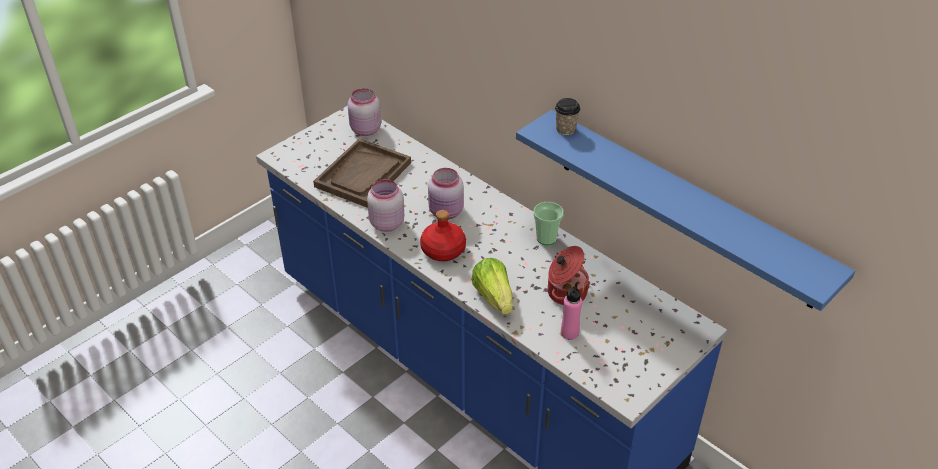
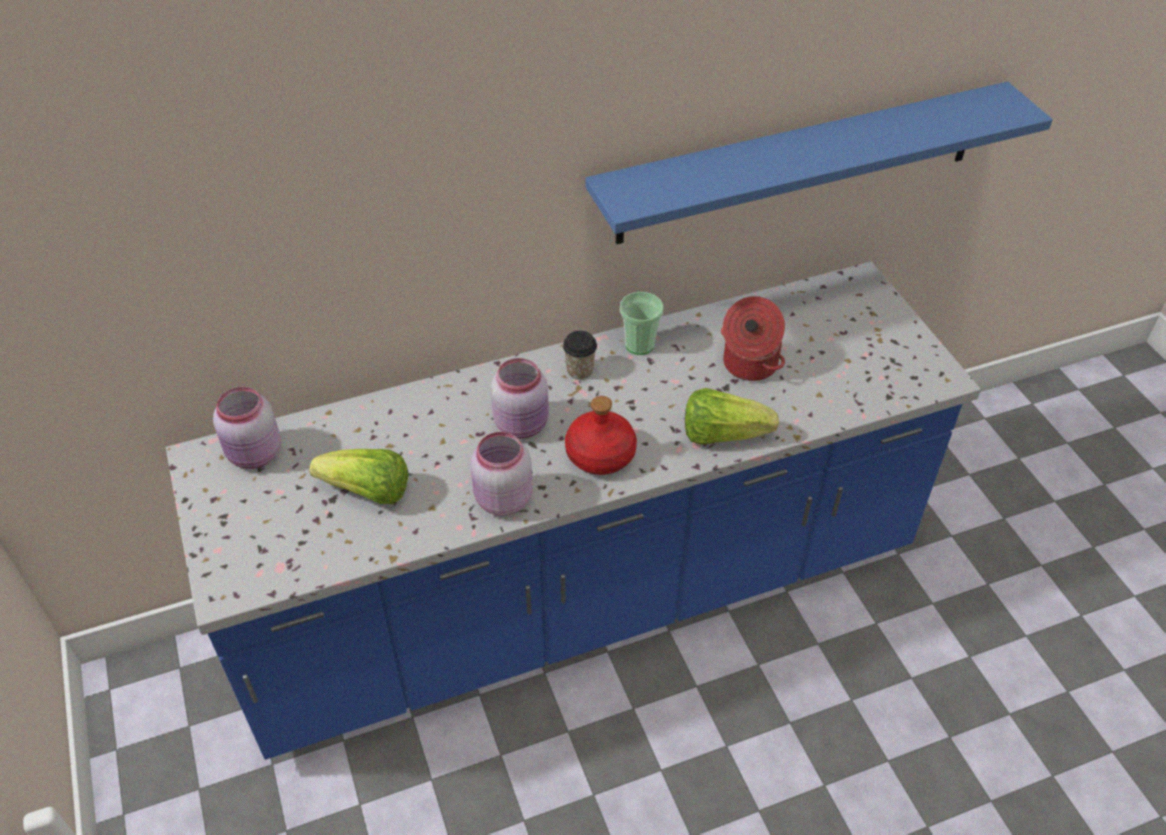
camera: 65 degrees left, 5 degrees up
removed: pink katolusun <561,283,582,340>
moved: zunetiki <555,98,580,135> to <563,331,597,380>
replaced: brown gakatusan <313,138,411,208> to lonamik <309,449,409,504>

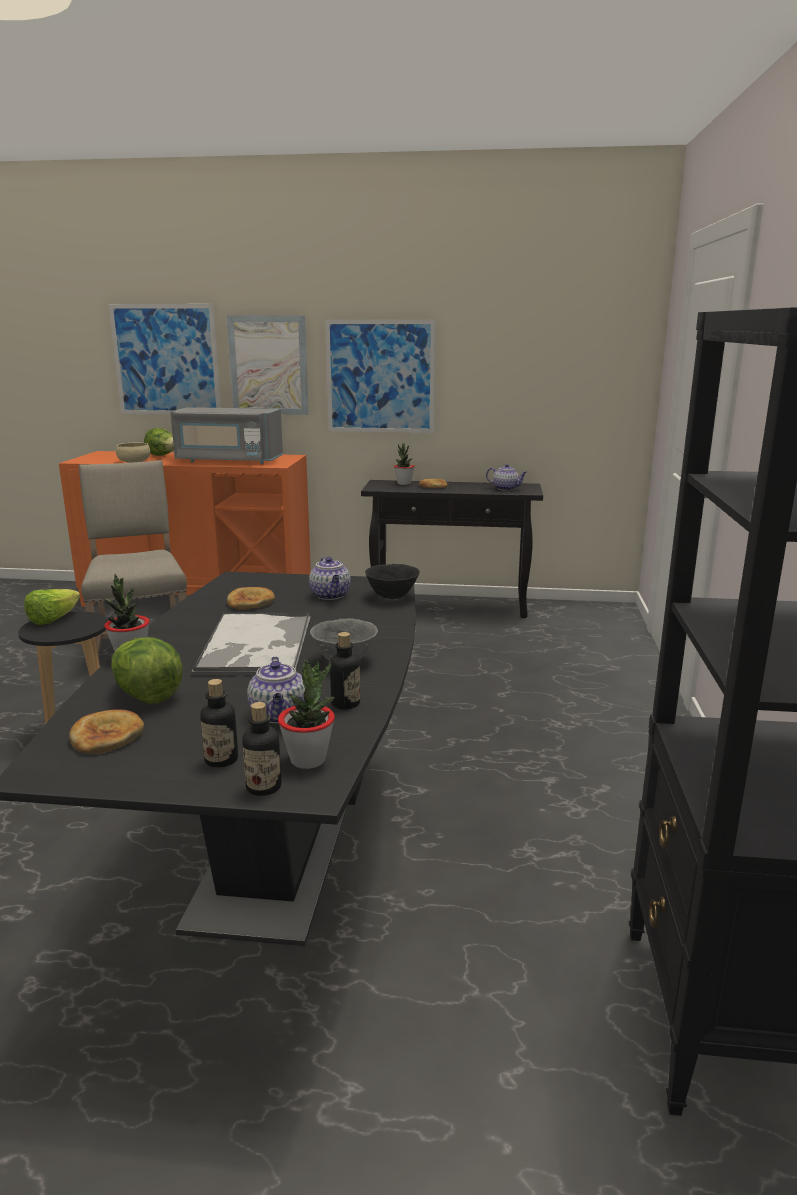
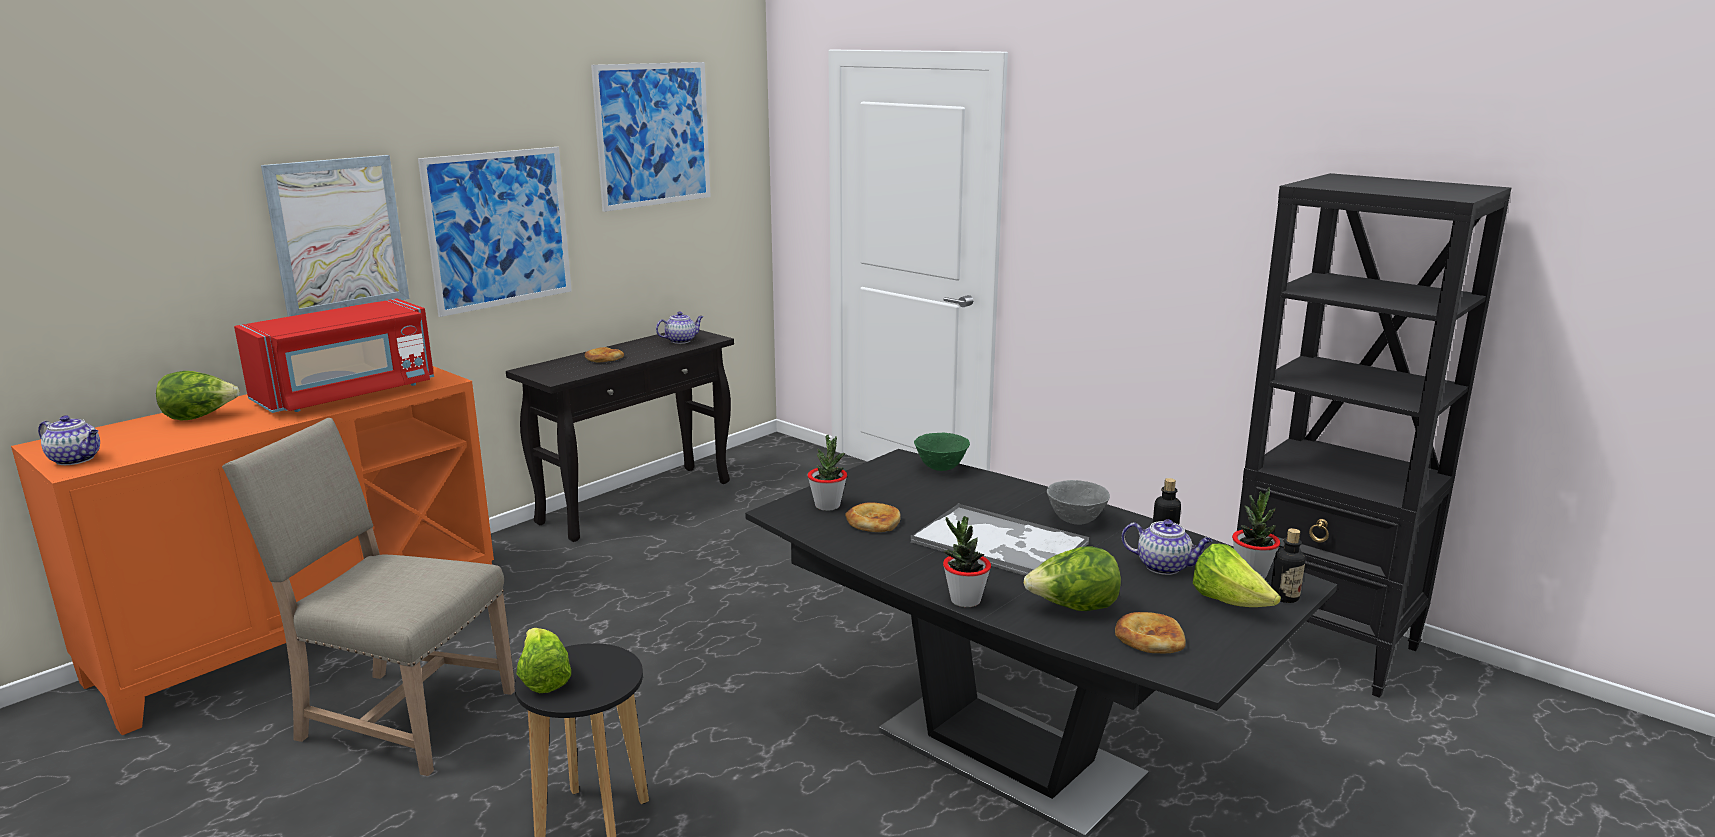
camera: 55 degrees left, 0 degrees up
removed: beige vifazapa <116,443,151,463>
moved: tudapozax <309,557,351,600> to <38,415,100,465>; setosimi <109,304,221,415> to <591,62,711,212>; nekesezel <394,443,415,485> to <808,435,847,511>
replaced: katolusun <200,679,238,768> to lonamik <1193,544,1281,607>
recoloured: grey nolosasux <170,407,283,464> to red nolosasux <234,299,434,413>; black vifazapa <365,564,420,599> to green vifazapa <914,433,970,471>

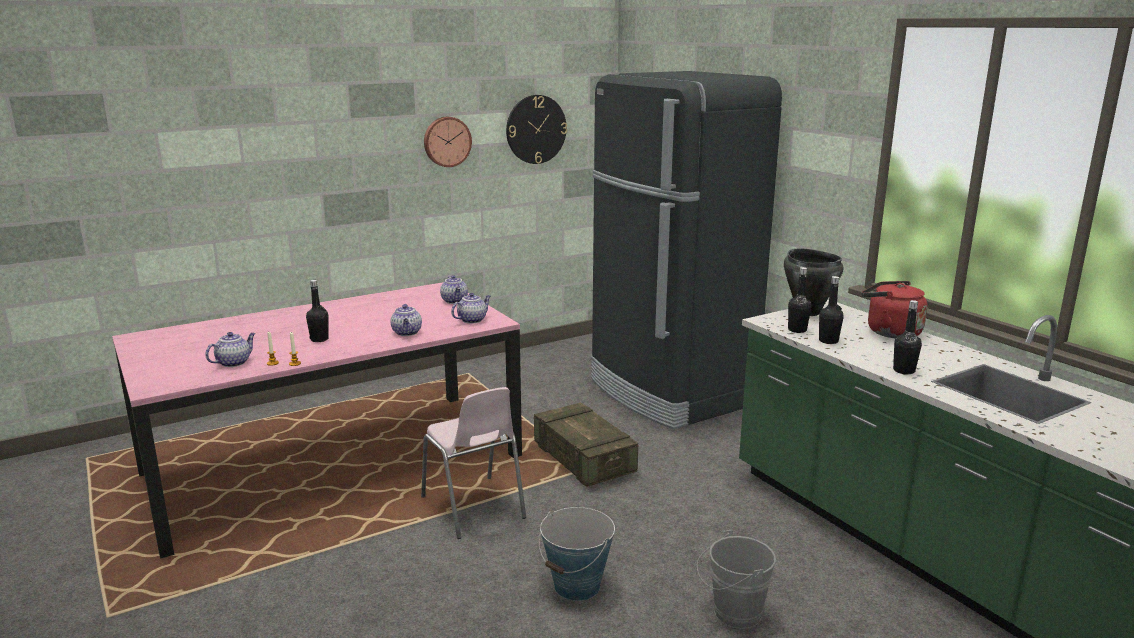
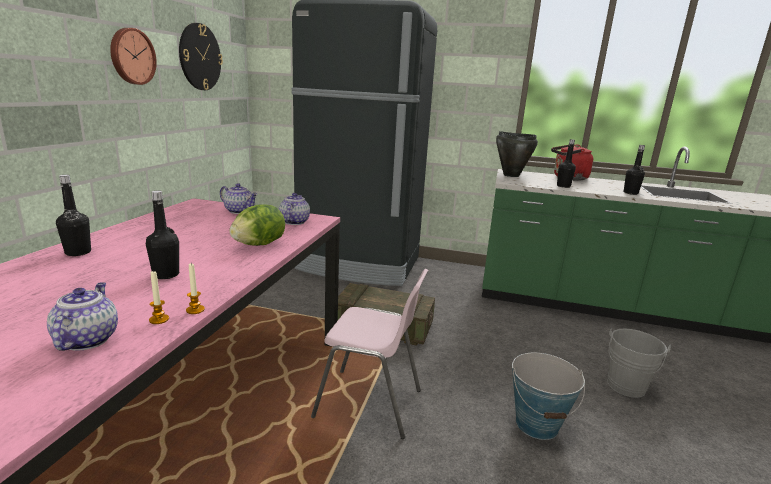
camera: 45 degrees left, 0 degrees up
moved: black katolusun <788,267,811,333> to <56,175,91,256>
replaced: tudapozax <390,304,422,336> to lonamik <229,205,285,246>

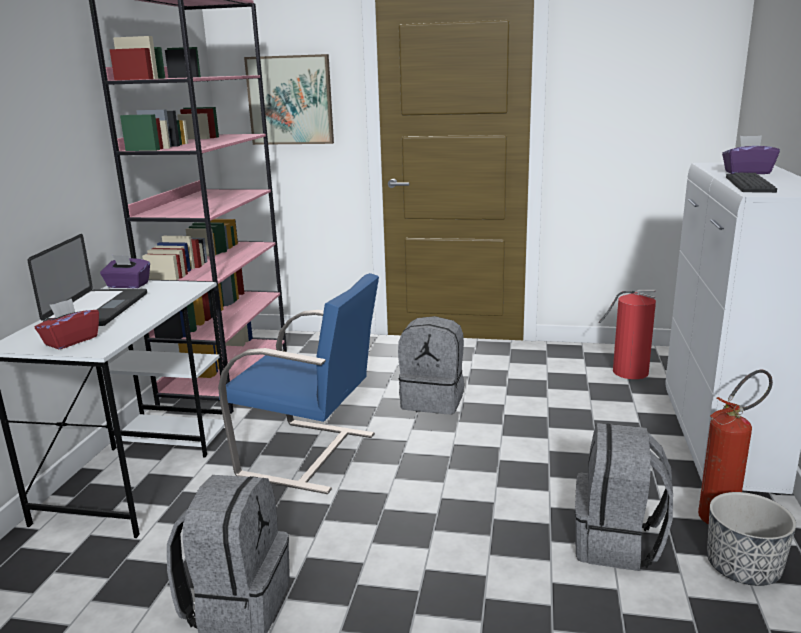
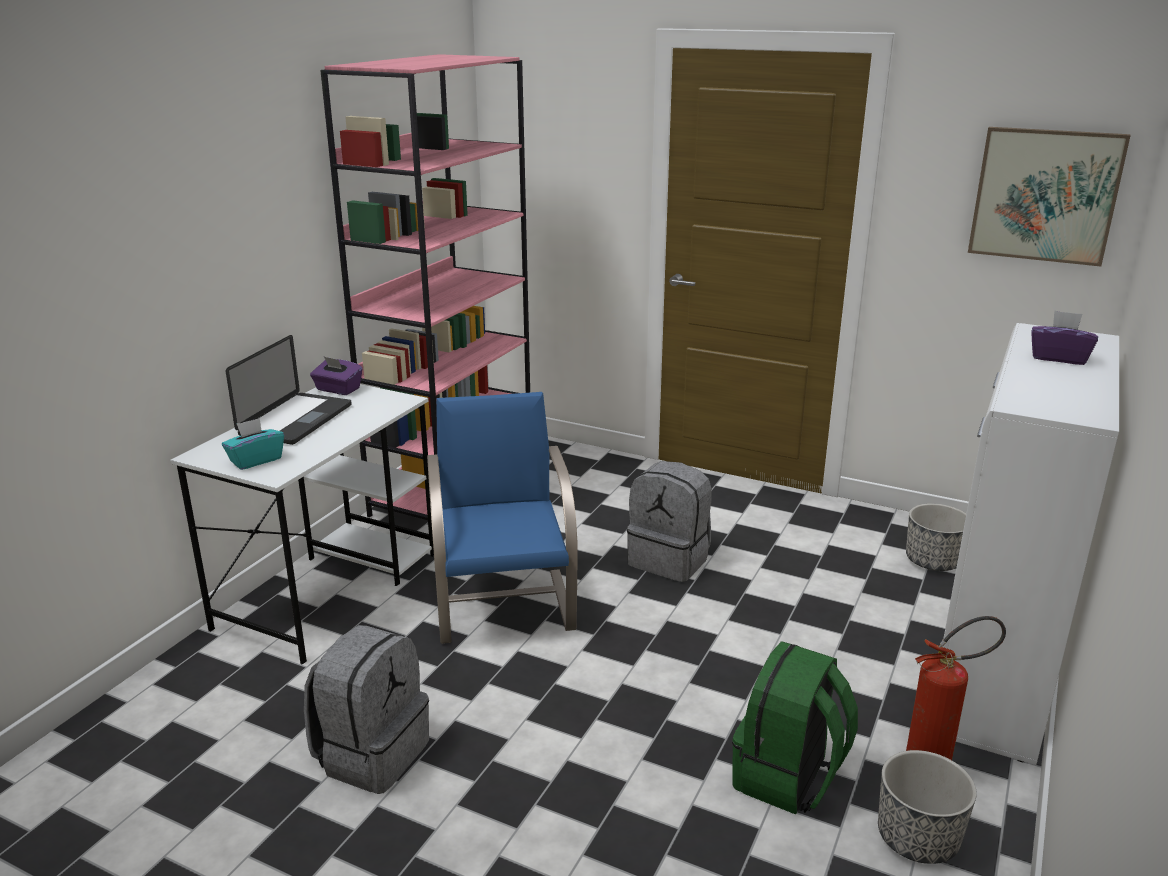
camera: 15 degrees right, 5 degrees up
removed: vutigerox <726,173,777,193>
moved: setosimi <244,54,334,145> to <968,127,1131,267>
replaced: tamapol <599,290,656,379> to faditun <906,503,966,571>
recoloured: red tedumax <35,298,99,350> to turquoise tedumax <222,418,284,470>; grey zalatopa <575,423,673,571> to green zalatopa <732,641,858,815>
turned: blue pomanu <218,273,379,494> = <427,392,577,644> 135 degrees counterclockwise

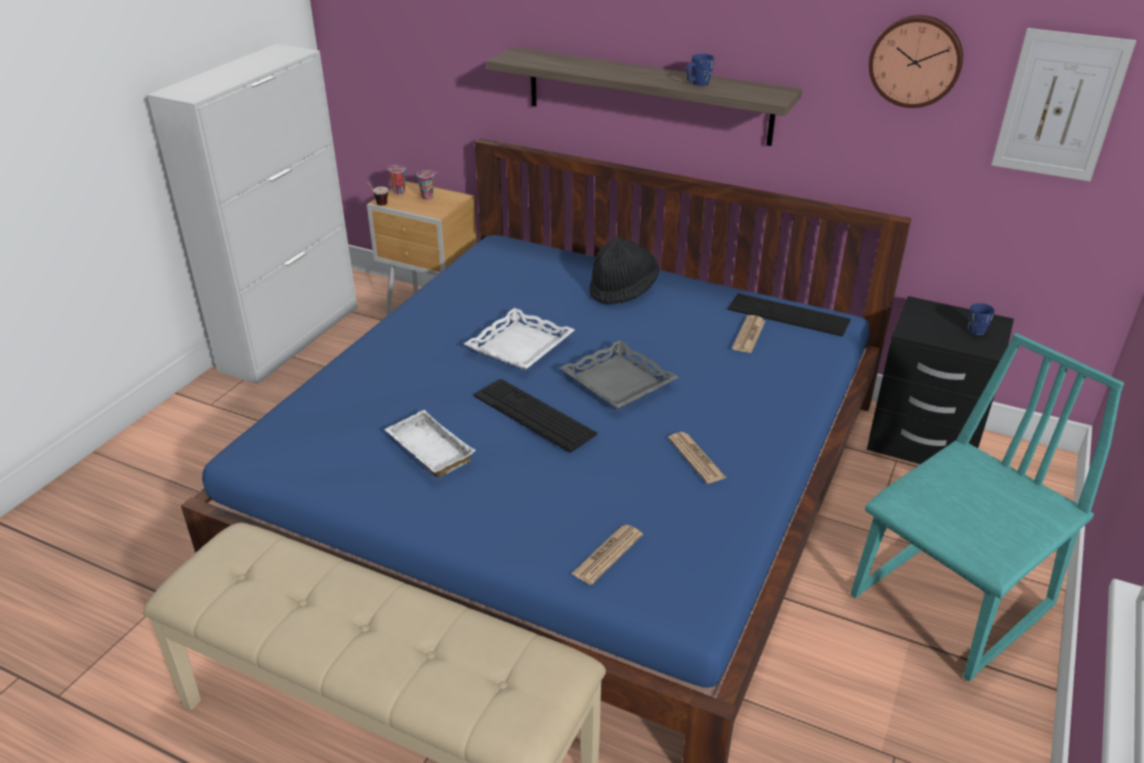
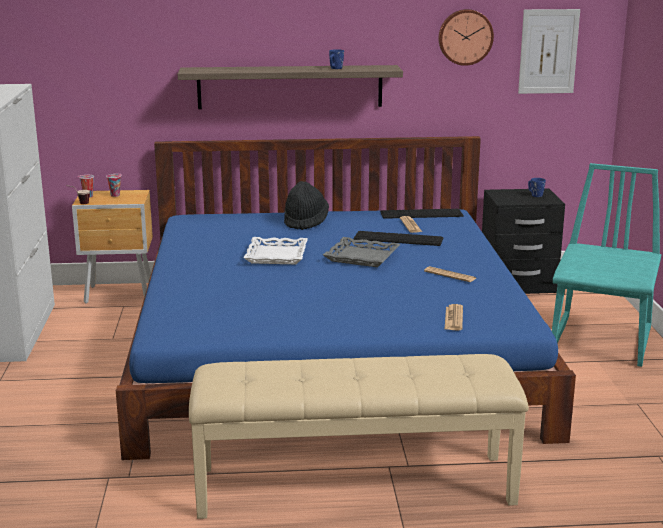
camera: 30 degrees left, 15 degrees down
removed: white gakatusan <384,410,476,477>
moved: vutigerox <474,379,597,453> to <353,231,443,246>

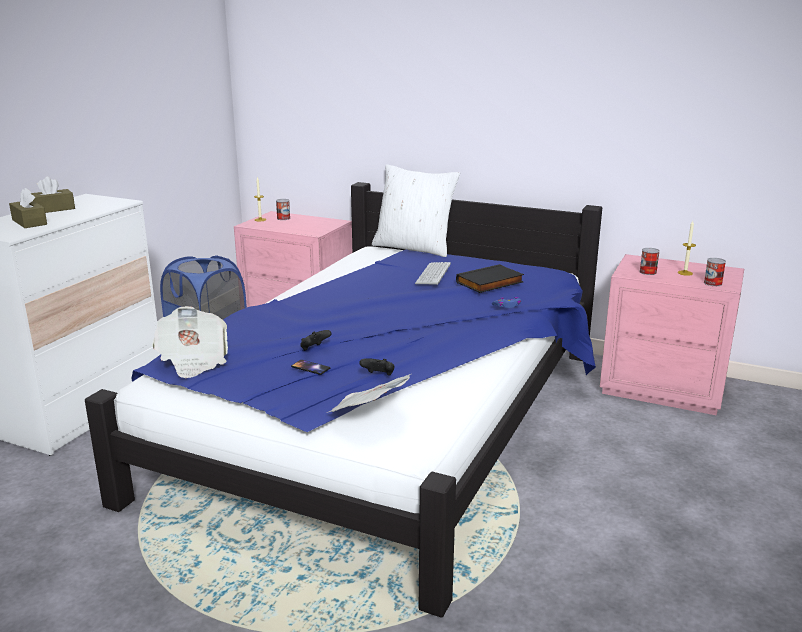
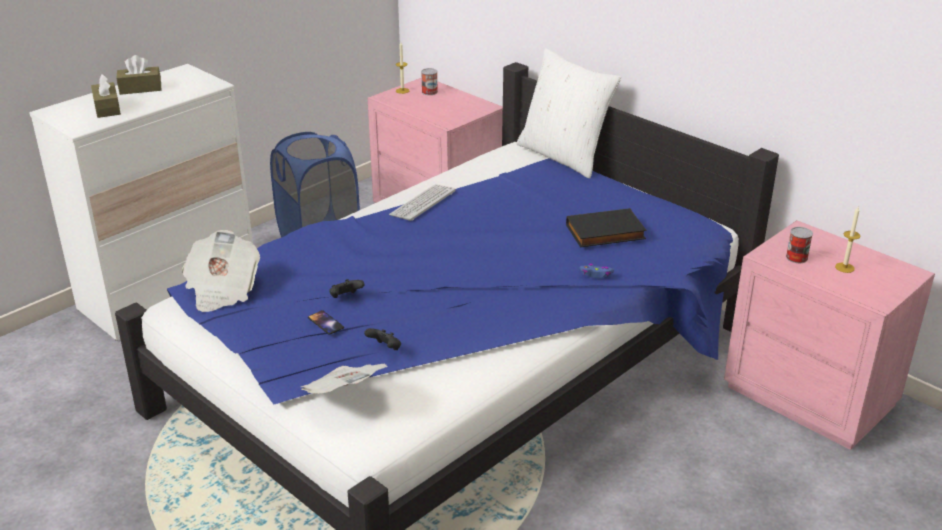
camera: 20 degrees right, 10 degrees up
removed: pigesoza <704,258,726,286>
moved: vutigerox <415,262,451,285> to <389,184,456,221>

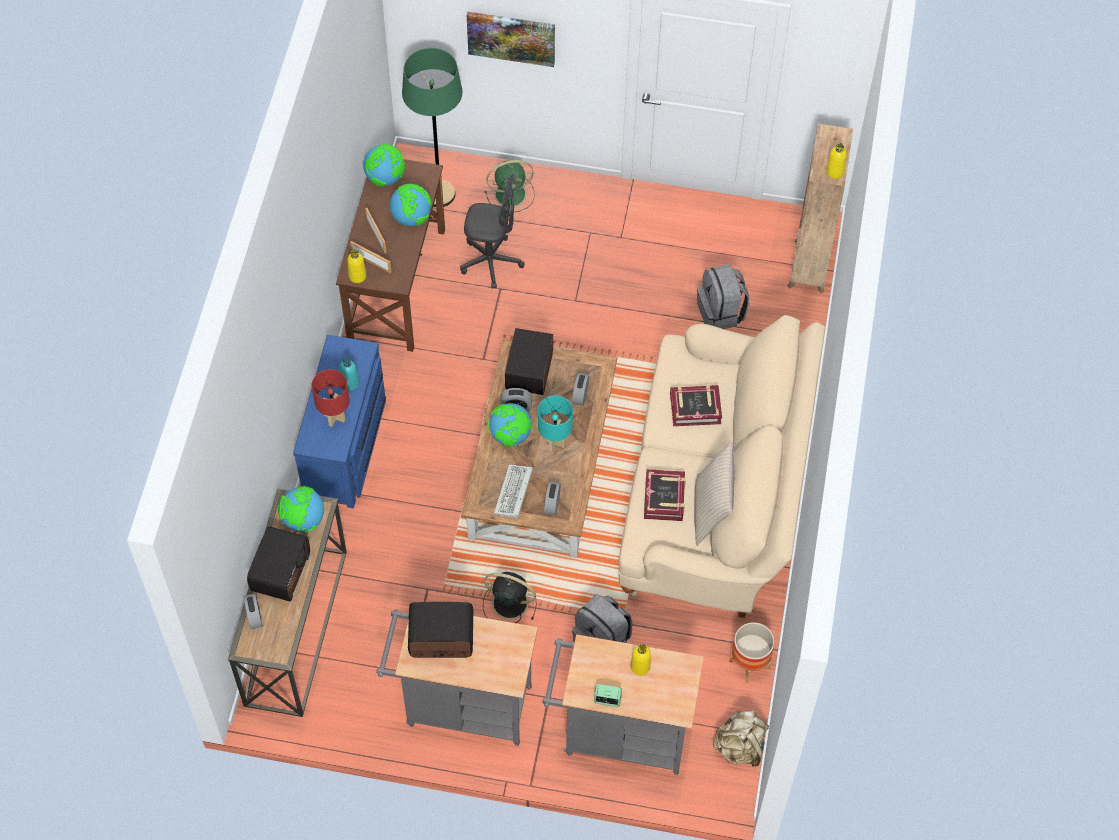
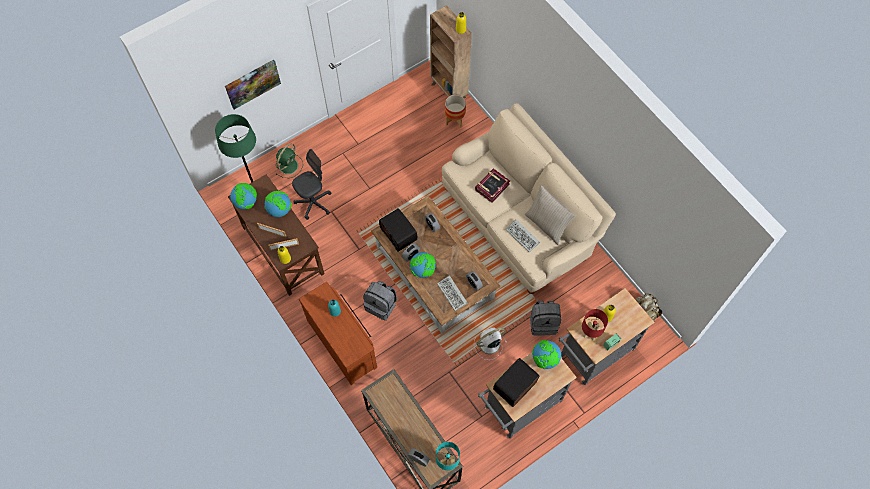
camera: 45 degrees left, 5 degrees up
removed: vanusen <247,526,310,601>
moved: grey zalatopa <697,264,749,329> to <363,281,397,320>; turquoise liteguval <538,395,573,452> to <436,442,460,470>; faditun <729,622,775,683> to <445,95,466,128>; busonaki <278,486,324,533> to <532,340,562,369>; red liteguval <312,369,350,427> to <582,309,608,341>
replaced: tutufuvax <644,469,686,521> to vutigerox <505,220,540,252>
recoloured: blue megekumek <293,335,386,508> to brown megekumek <299,282,377,385>; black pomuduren <483,572,537,623> to white pomuduren <474,328,507,360>

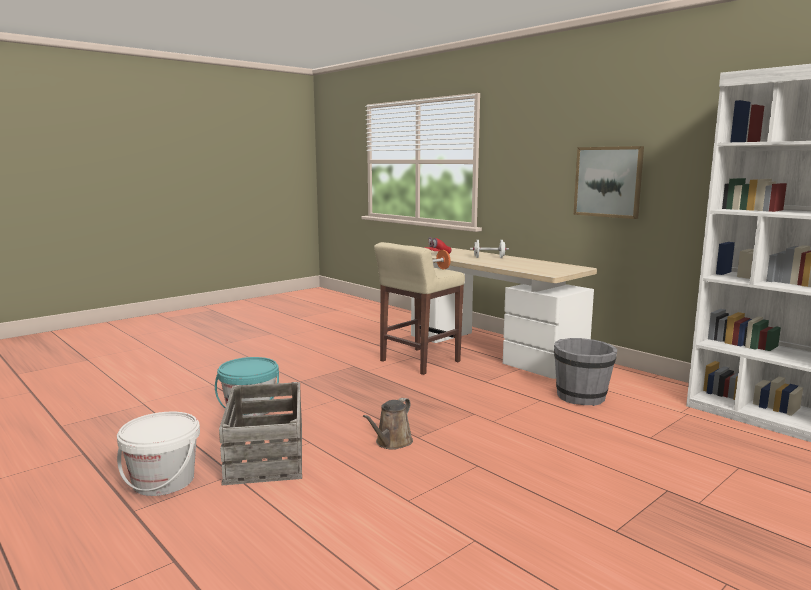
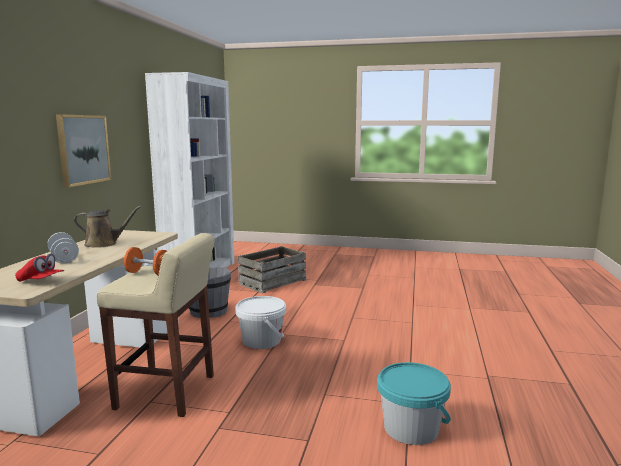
camera: 125 degrees left, 0 degrees up
moved: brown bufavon <363,398,413,450> to <74,206,141,248>; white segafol <117,411,200,496> to <235,296,286,349>; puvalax <219,382,302,485> to <238,246,307,293>

